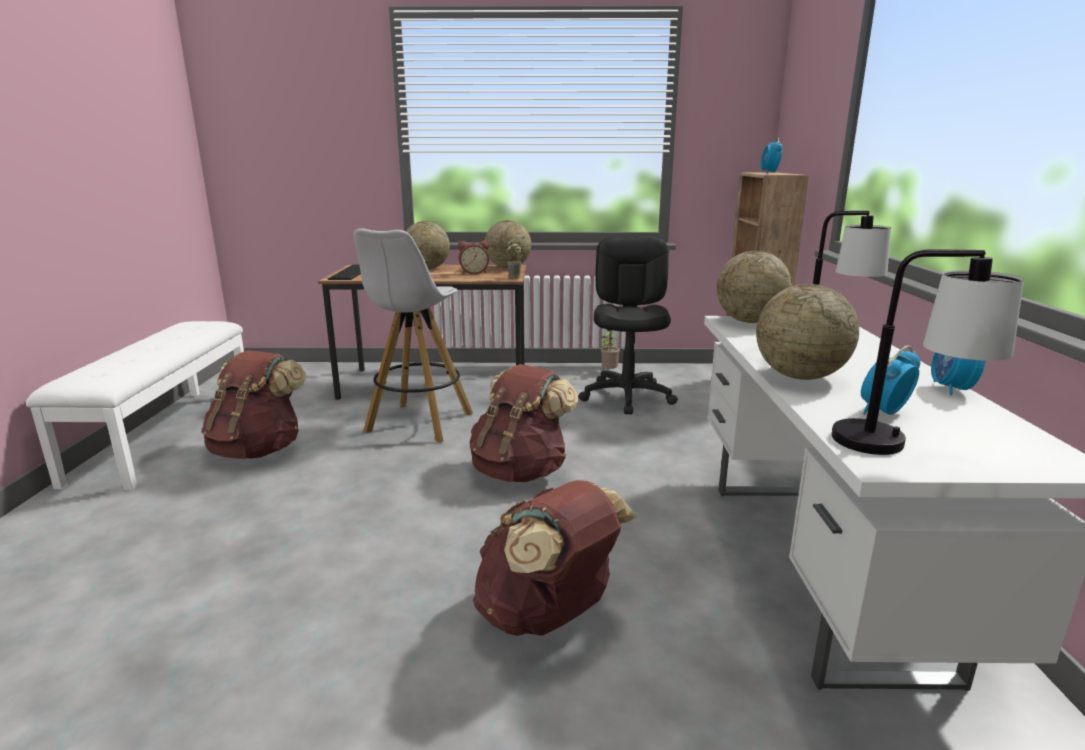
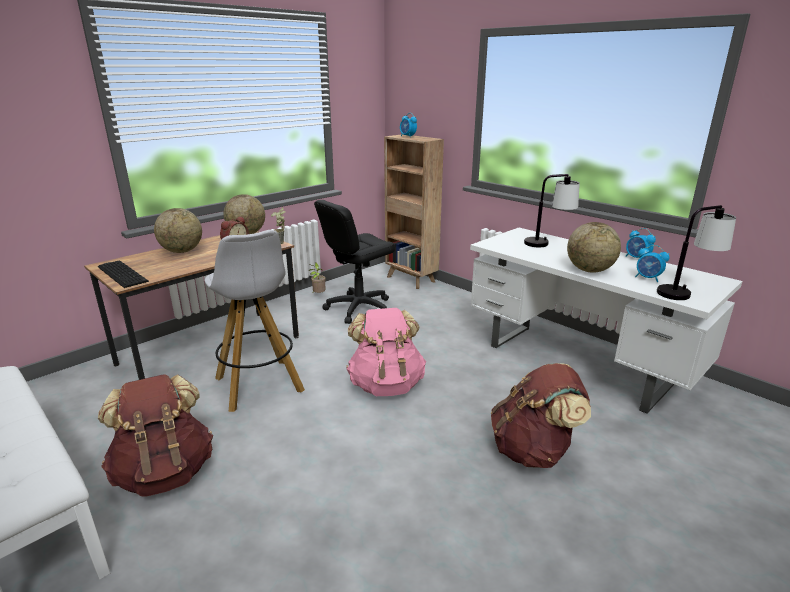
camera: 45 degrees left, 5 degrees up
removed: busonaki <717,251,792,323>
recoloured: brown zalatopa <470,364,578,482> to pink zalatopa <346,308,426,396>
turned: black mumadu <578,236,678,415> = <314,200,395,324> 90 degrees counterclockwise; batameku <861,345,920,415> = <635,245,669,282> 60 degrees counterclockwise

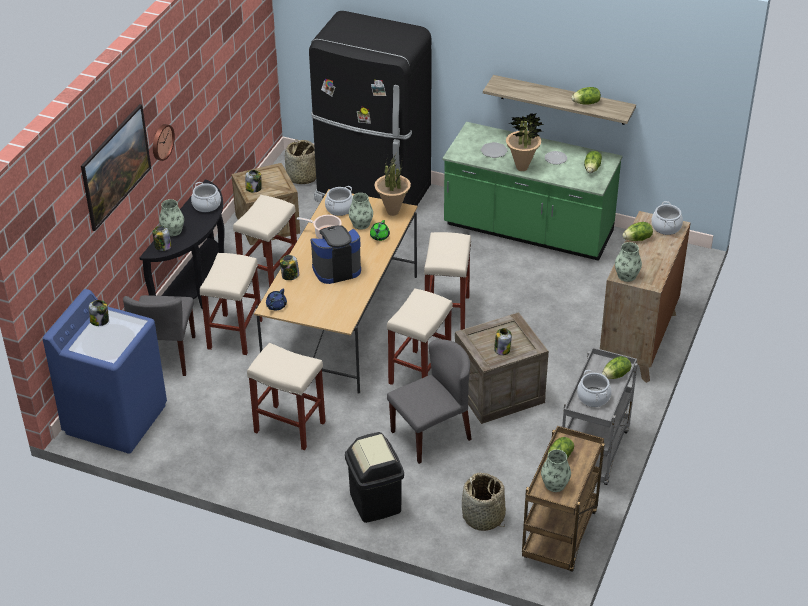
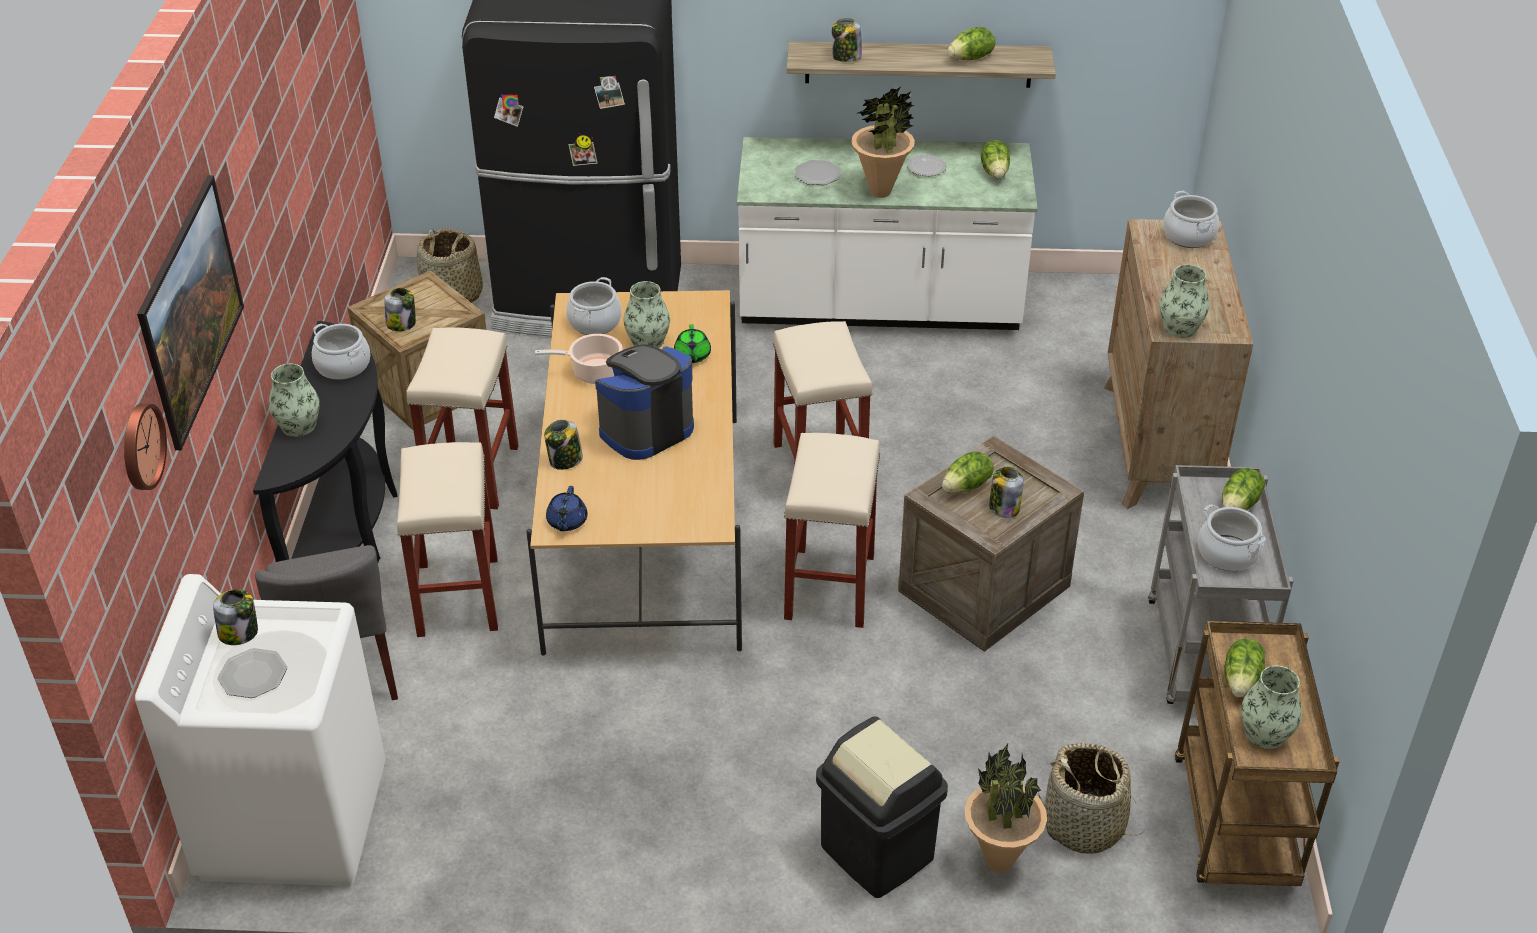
camera: 20 degrees left, 0 degrees up
removed: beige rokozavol <247,343,326,450>; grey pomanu <387,339,472,464>
added: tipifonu <218,648,287,698>
moved: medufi <153,124,175,161> to <124,404,167,490>; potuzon <152,226,171,251> to <832,18,862,62>; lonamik <622,222,653,241> to <942,452,994,493>; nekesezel <374,154,411,216> to <965,744,1047,872>
recoloured: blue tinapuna <43,289,167,454> to white tinapuna <135,574,385,886>; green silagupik <442,122,623,261> to white silagupik <737,137,1038,330>

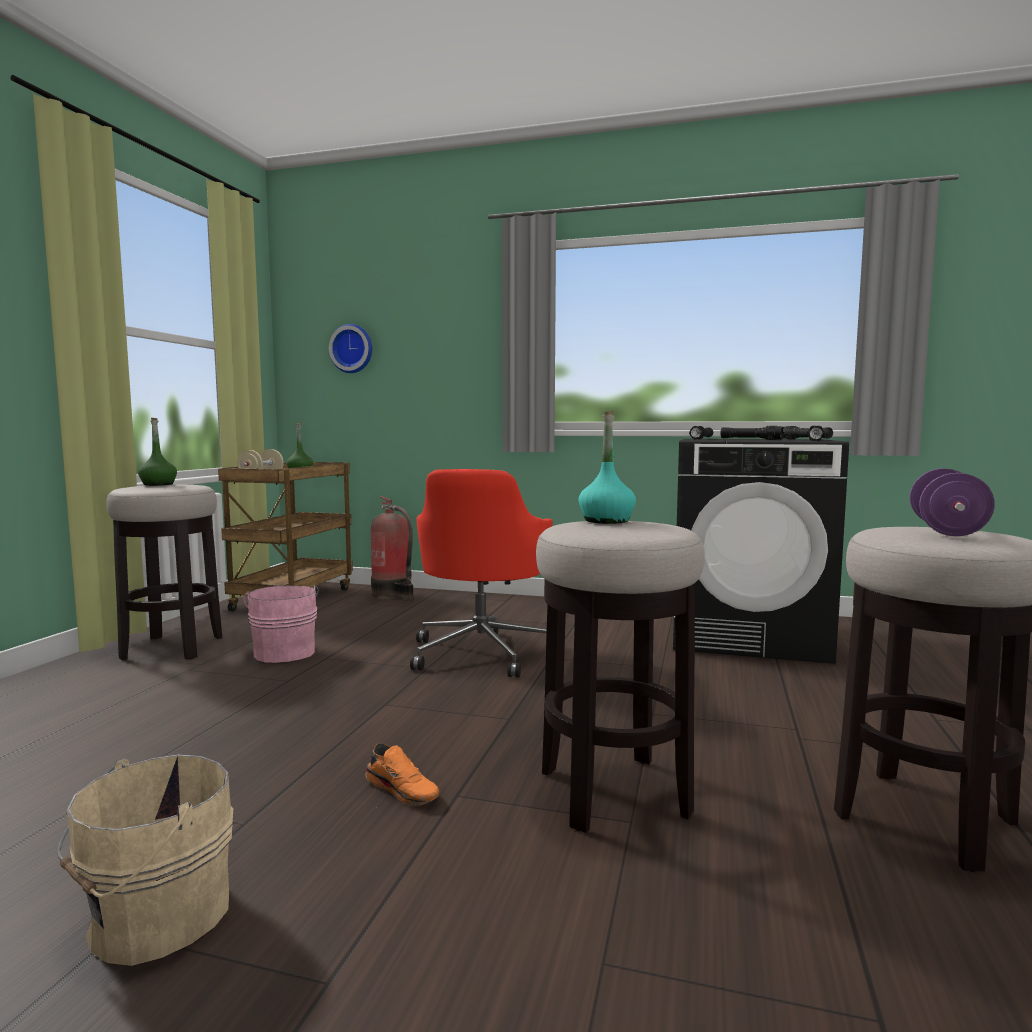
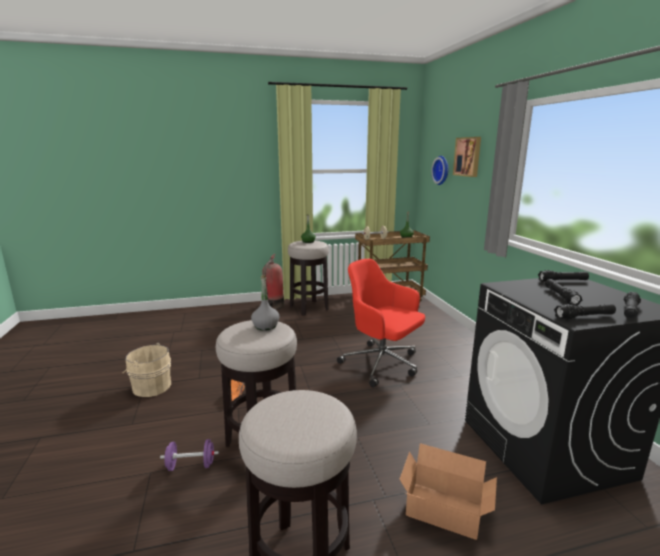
camera: 60 degrees right, 10 degrees up
removed: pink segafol <243,585,319,663>
added: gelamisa <399,443,497,540>; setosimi <453,137,481,177>
moved: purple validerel <910,468,995,536> to <160,439,219,471>; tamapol <371,496,413,601> to <262,254,284,310>
recoloured: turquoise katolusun <578,411,636,524> to grey katolusun <251,276,280,331>
turned: red mumadu <410,469,553,678> = <337,259,425,388> 60 degrees clockwise

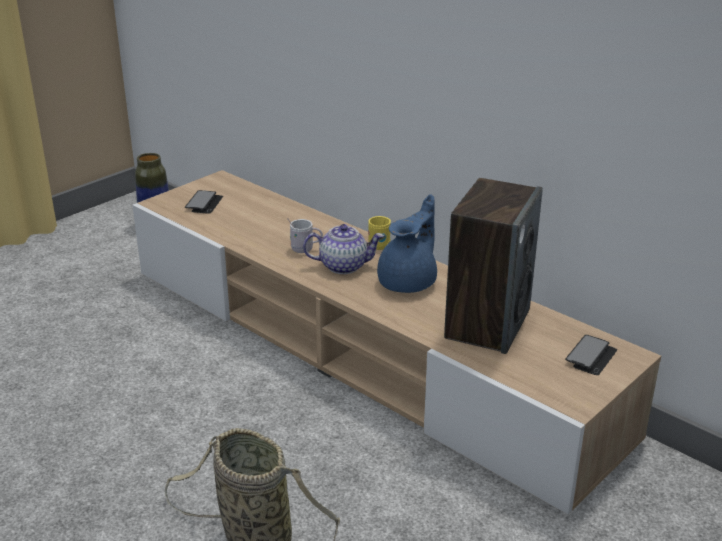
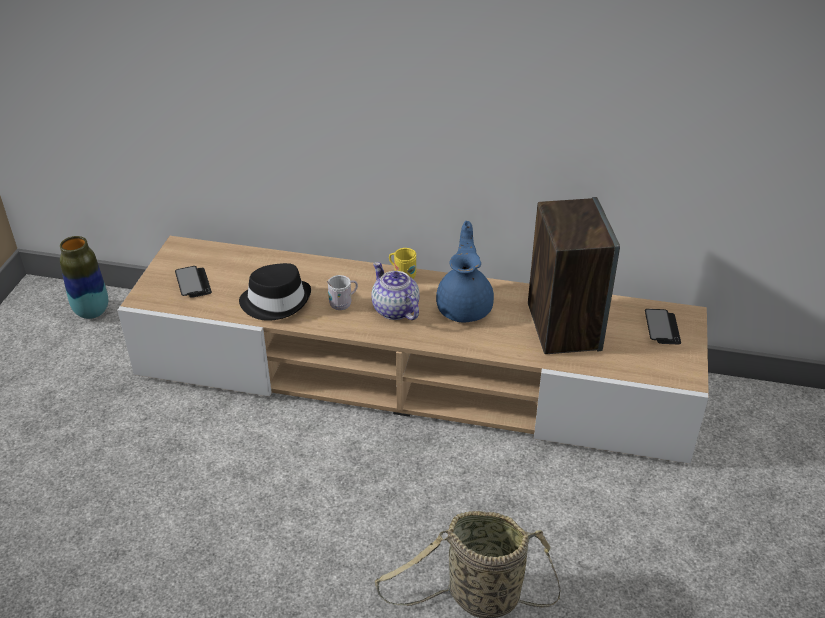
camera: 30 degrees left, 10 degrees up
added: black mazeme <239,263,311,321>
turned: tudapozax <303,224,384,274> = <371,262,420,320> 90 degrees counterclockwise

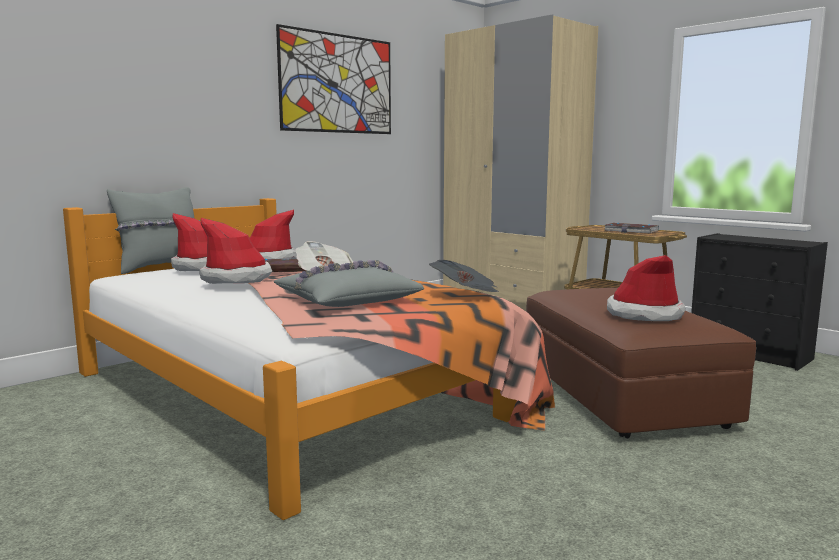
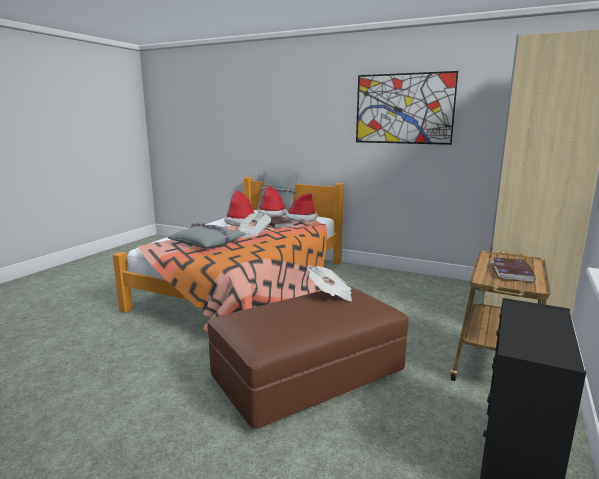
camera: 70 degrees right, 5 degrees up
removed: mazeme <607,255,685,321>
moved: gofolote <429,260,499,292> to <308,265,352,301>

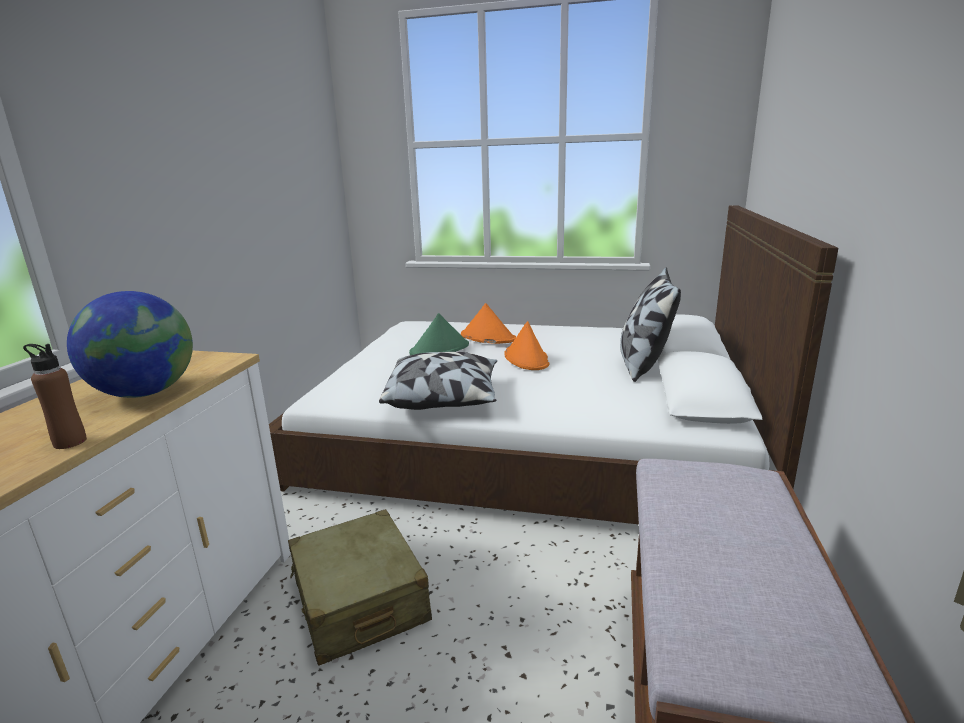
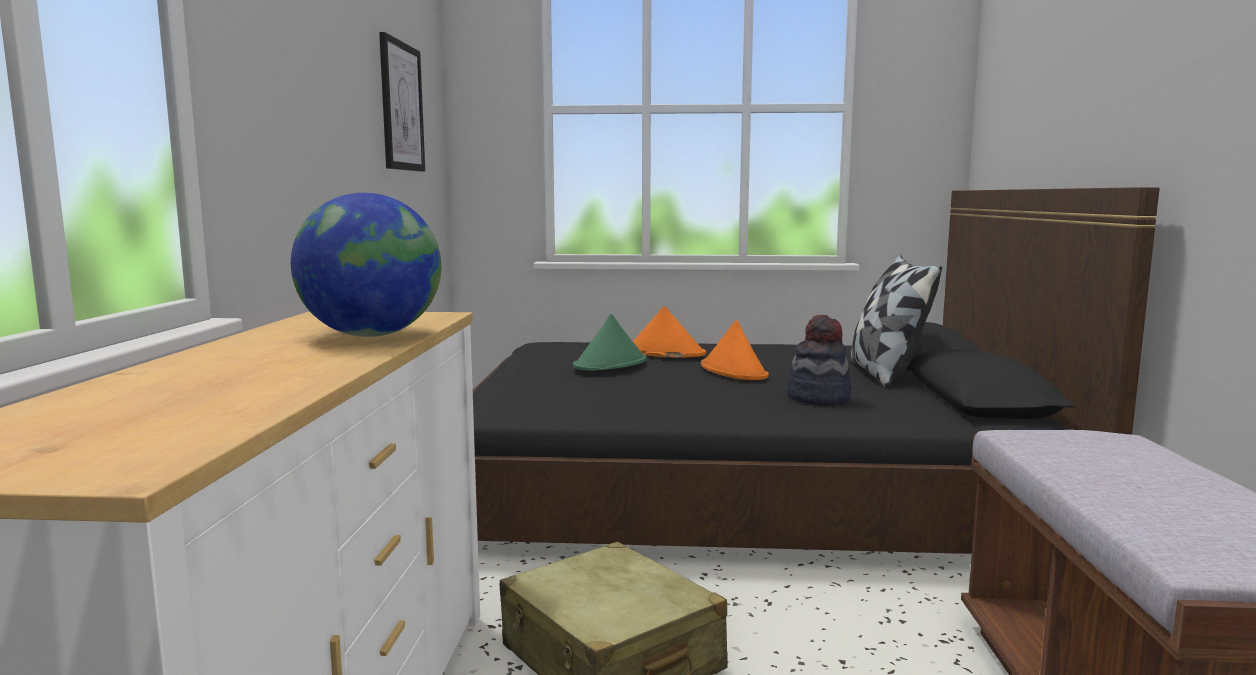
camera: 10 degrees left, 10 degrees down
removed: brown katolusun <23,344,87,449>; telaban <379,352,497,410>
added: setosimi <379,32,425,172>; mazeme <787,314,852,405>
recoloured: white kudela <269,205,838,524> to black kudela <473,187,1160,554>

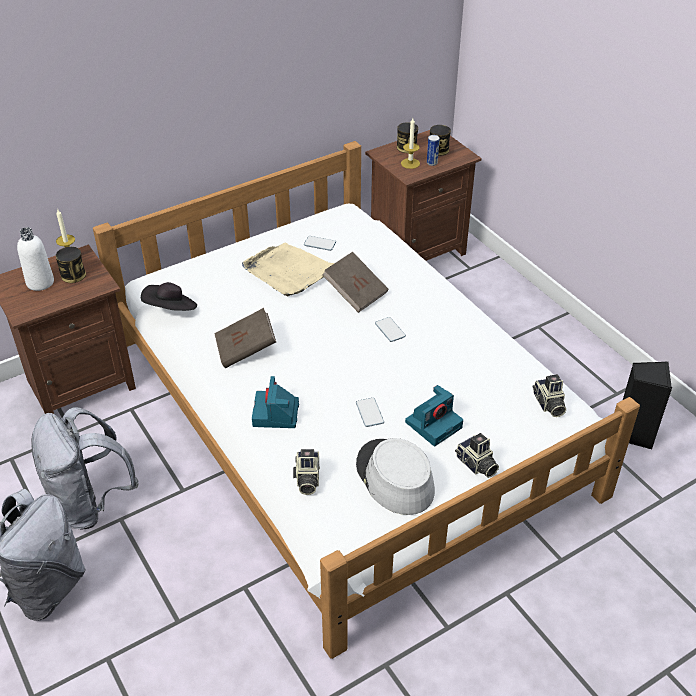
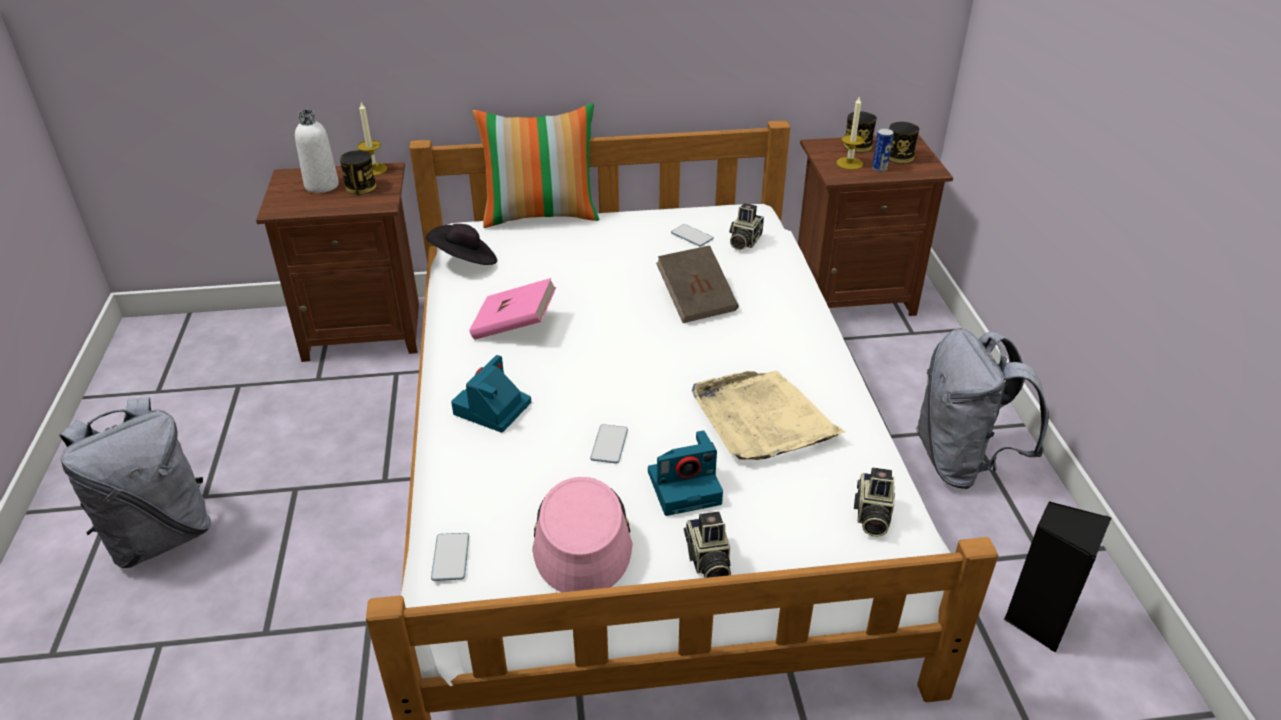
camera: 25 degrees right, 5 degrees down
added: telaban <473,103,600,228>
moved: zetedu <375,317,406,342> to <431,533,469,581>; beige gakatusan <242,243,334,296> to <692,371,846,460>; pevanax <293,449,320,495> to <729,203,764,250>; grey zalatopa <31,407,138,529> to <916,329,1049,489>
recoloured: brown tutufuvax <214,308,276,368> to pink tutufuvax <469,278,556,340>; grey mazeme <356,438,435,515> to pink mazeme <532,477,633,592>

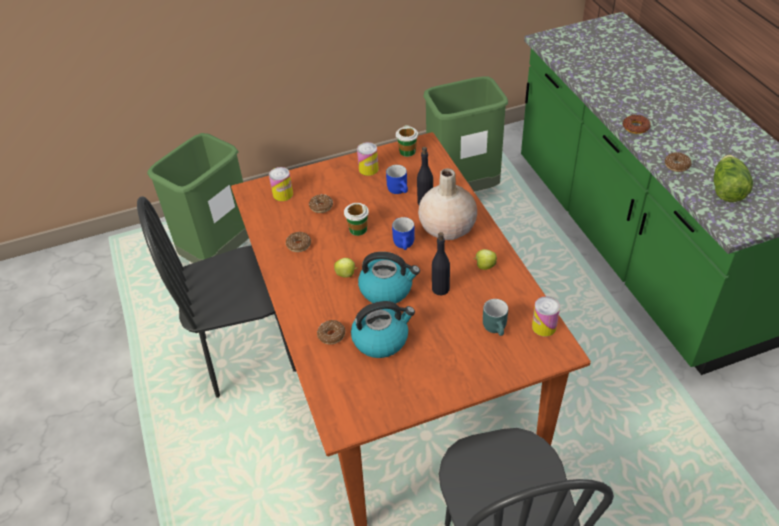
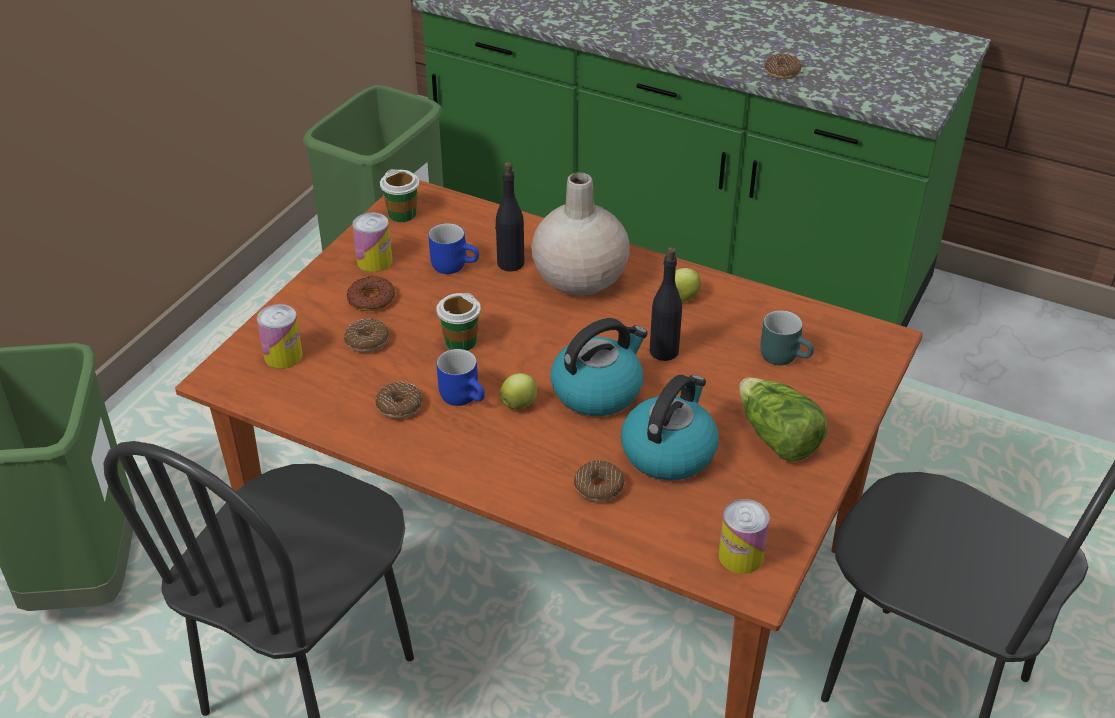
camera: 45 degrees left, 5 degrees down
moved: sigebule <623,115,651,134> to <347,276,395,311>; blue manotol <392,217,415,250> to <437,349,485,406>; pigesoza <532,296,560,336> to <719,499,770,574>; lonamik <714,155,753,202> to <739,378,828,461>

